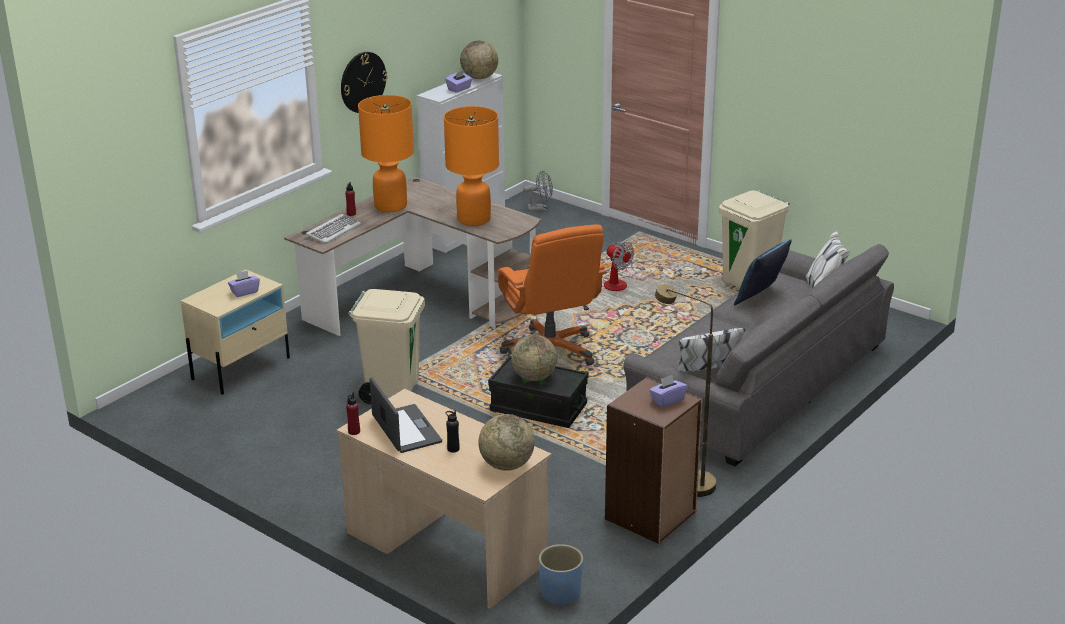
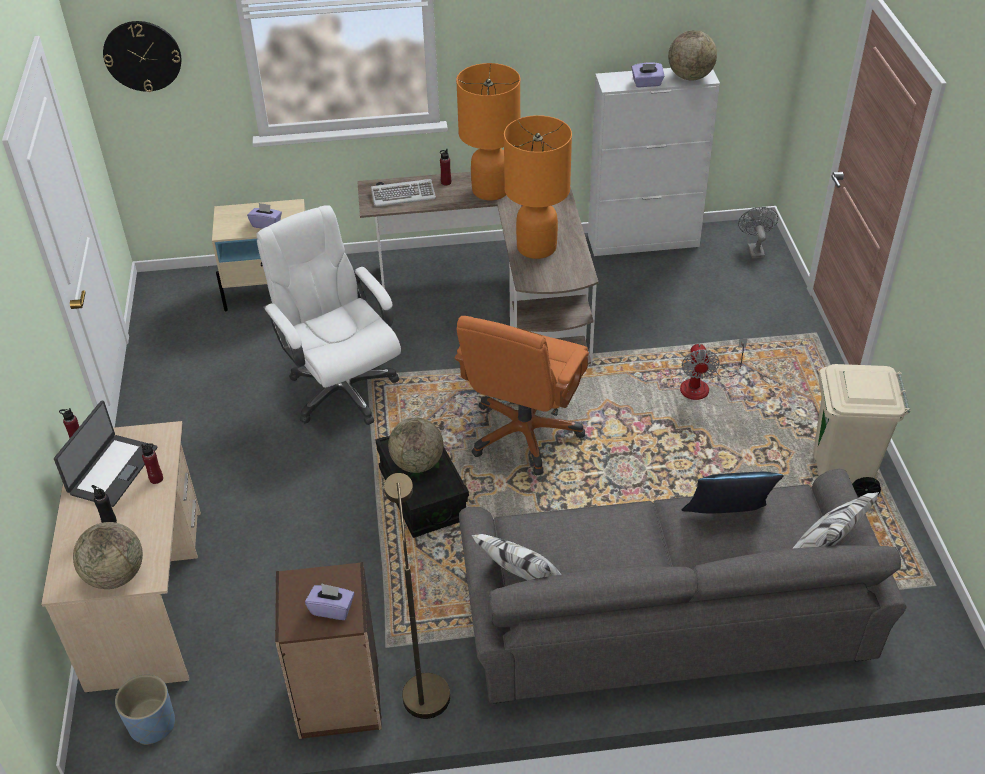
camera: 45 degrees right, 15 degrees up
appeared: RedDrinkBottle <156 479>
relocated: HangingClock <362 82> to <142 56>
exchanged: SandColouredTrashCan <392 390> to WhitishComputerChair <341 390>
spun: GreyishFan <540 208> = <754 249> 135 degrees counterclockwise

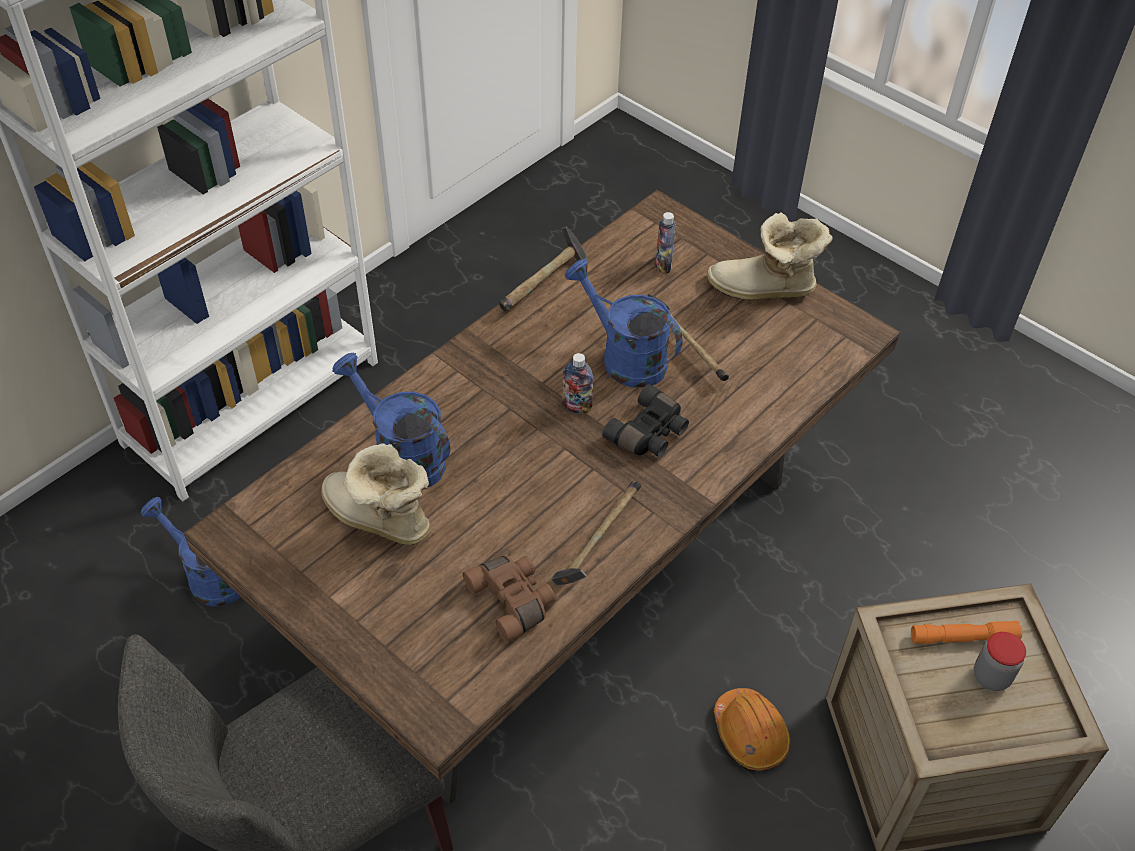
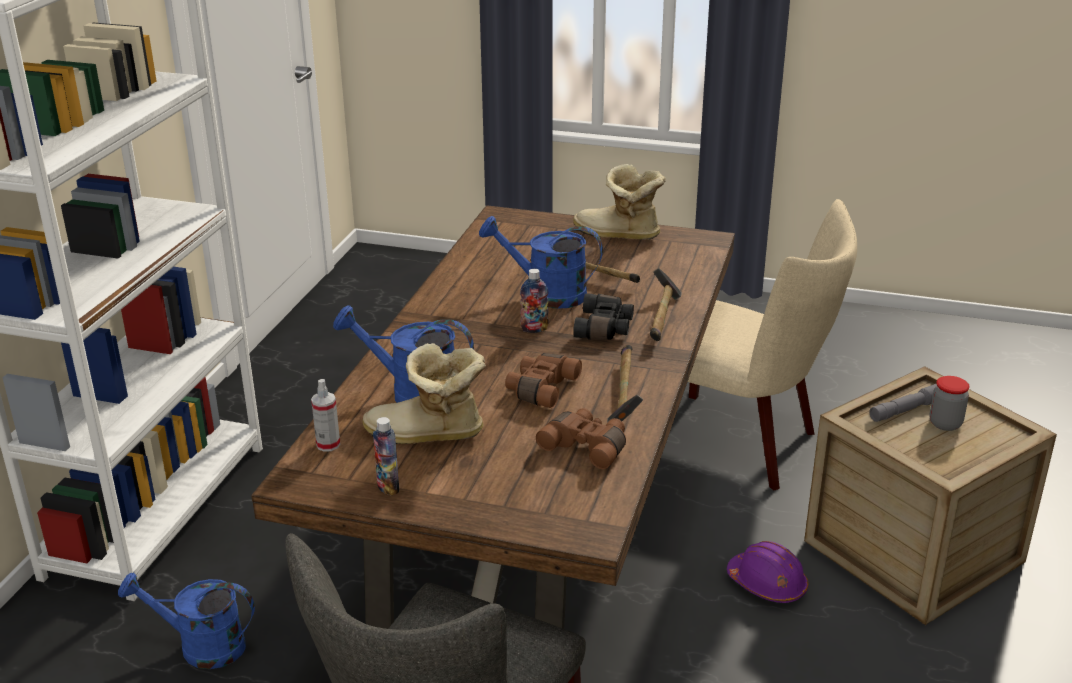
camera: 25 degrees left, 20 degrees down
appeared: SandColouredChair <741 444>; BrownishPairOfBinoculars <540 389>; HandSprayer <328 444>
relocated: DrinkBottle <663 266> to <388 487>; ToolHammer <544 283> to <662 319>
colour: OrangeyHandTorch <963 638> to GreyishHandTorch <907 410>; OrangeySafetyHelmet <750 734> to PurpleColouredSafetyHelmet <767 584>
spun: TallBoot <764 290> = <618 235> 45 degrees clockwise

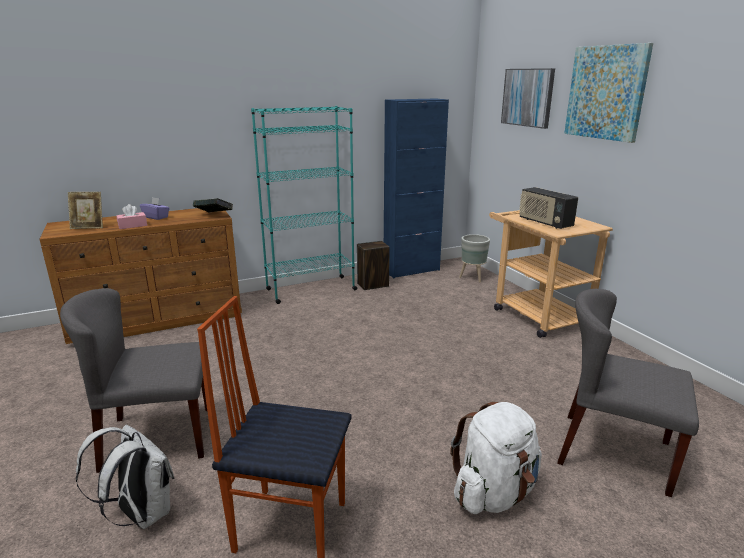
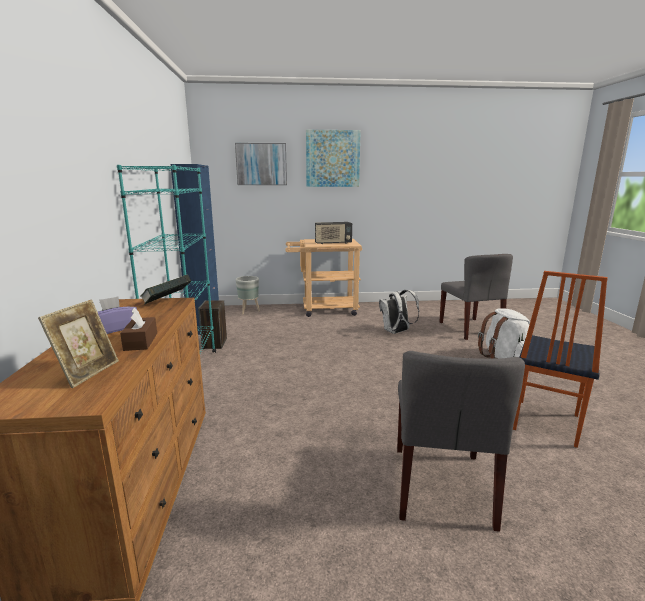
camera: 70 degrees left, 5 degrees down
relocated: WhitishRucksack <141 514> to <396 332>
colour: PinkColouredBoxOfTissues <132 226> to BrownishBoxOfTissues <141 341>
spun: GreyishChair <613 452> = <471 329> 60 degrees counterclockwise

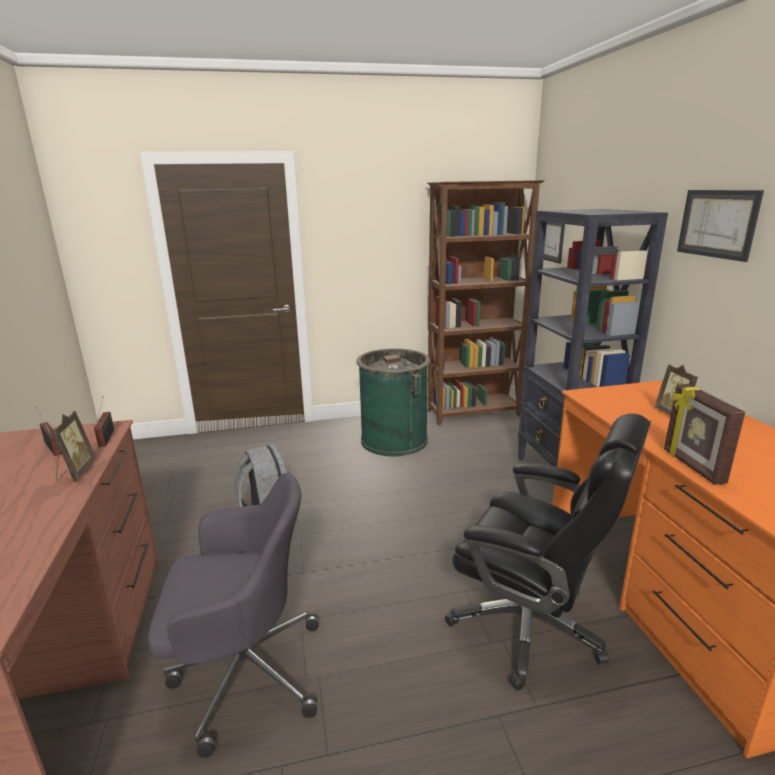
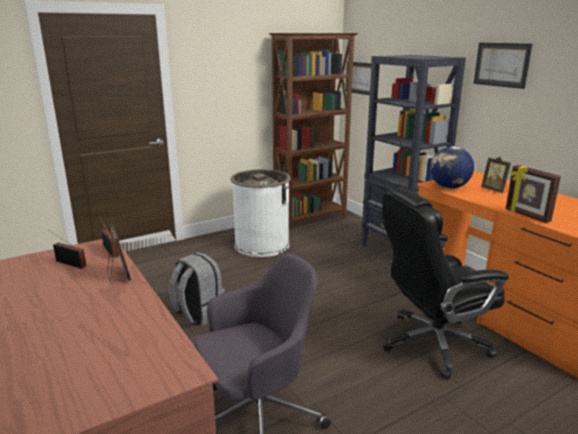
camera: 20 degrees left, 0 degrees up
appeared: Globe <449 187>
colour: GreenColouredTrashCan <394 440> to WhitishTrashCan <262 245>
spun: BlackishComputerChair <530 626> = <432 344> 150 degrees clockwise

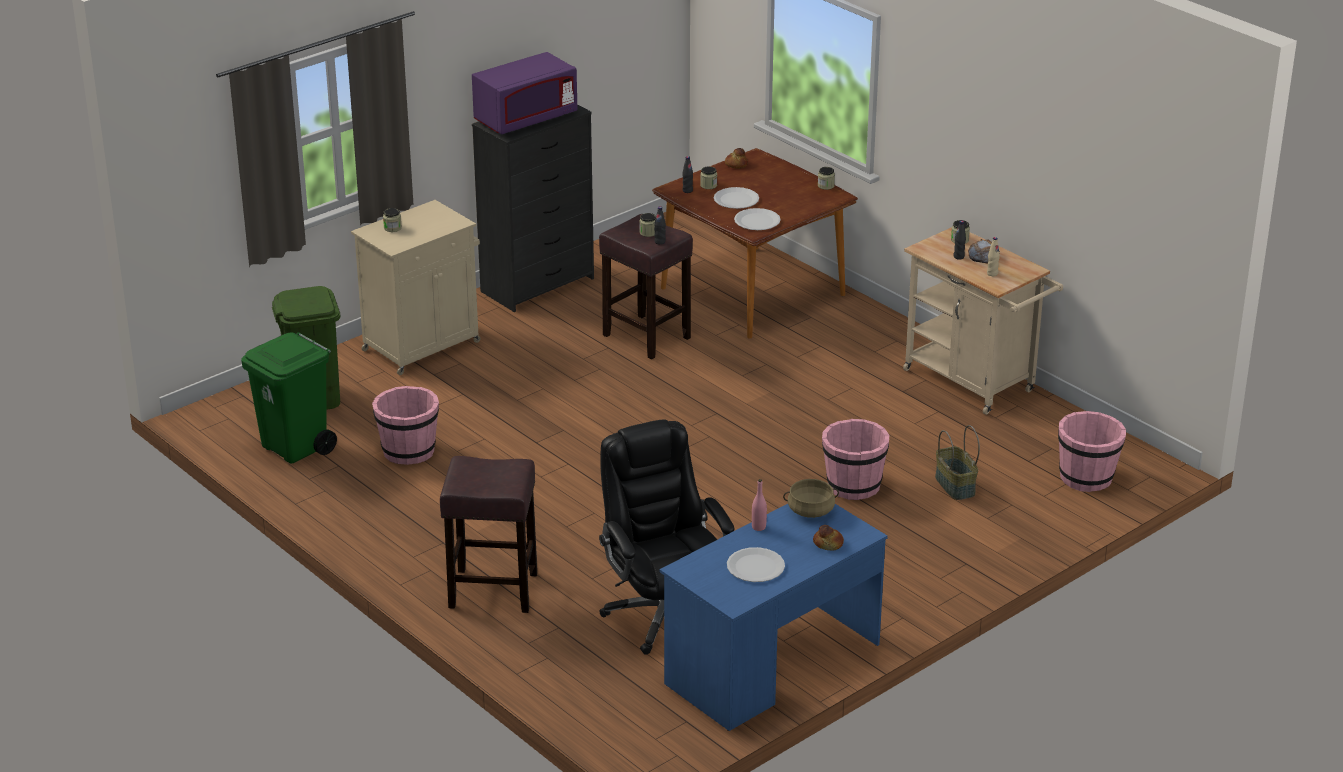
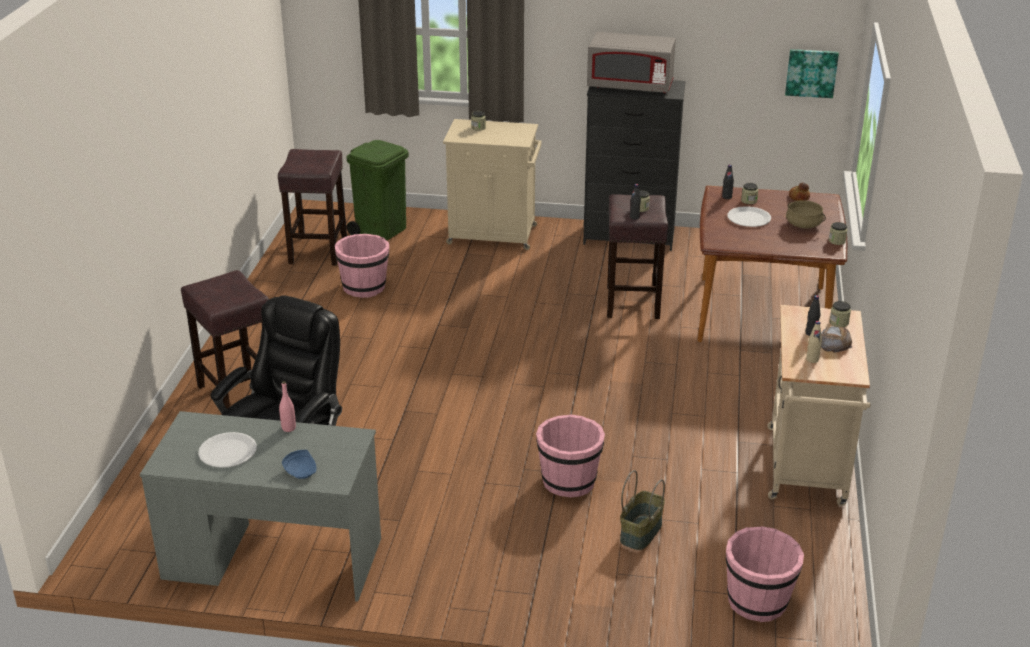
camera: 50 degrees right, 0 degrees up
missing: WhitishFlatDish <757 221>
appeared: WallPicture <811 72>
relocated: SandColouredStockpot <811 510> to <804 224>
exchanged: GreenColouredTrashCan <296 448> to BrownishStoolSeat <318 251>; BakedBread <828 543> to BlueFlatDish <301 471>
colour: PurpleColouredMicrowave <526 119> to GreyishMicrowave <630 86>; BlueDeskTable <772 665> to GreyishDeskTable <273 559>

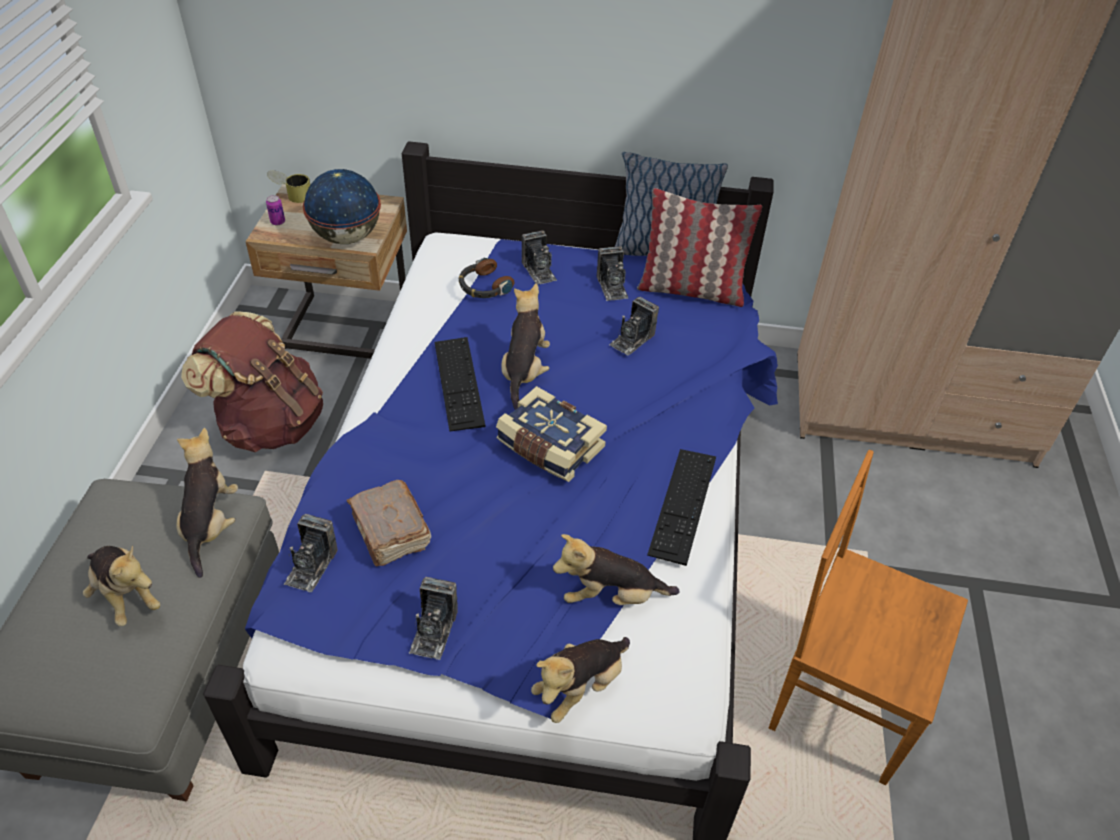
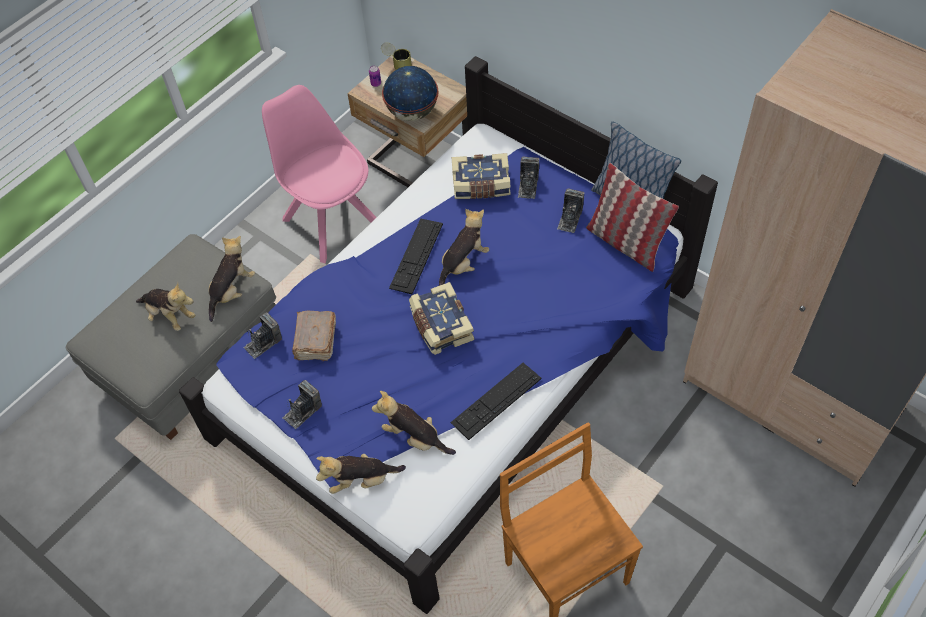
camera: 35 degrees right, 10 degrees up
missing: PhotoCamera <632 339>
exchanged: Headset <484 286> to BoundBook <481 185>; BrownishRucksack <270 424> to PinkColouredChair <330 220>
spun: PlushToy <126 595> = <169 316> 45 degrees counterclockwise

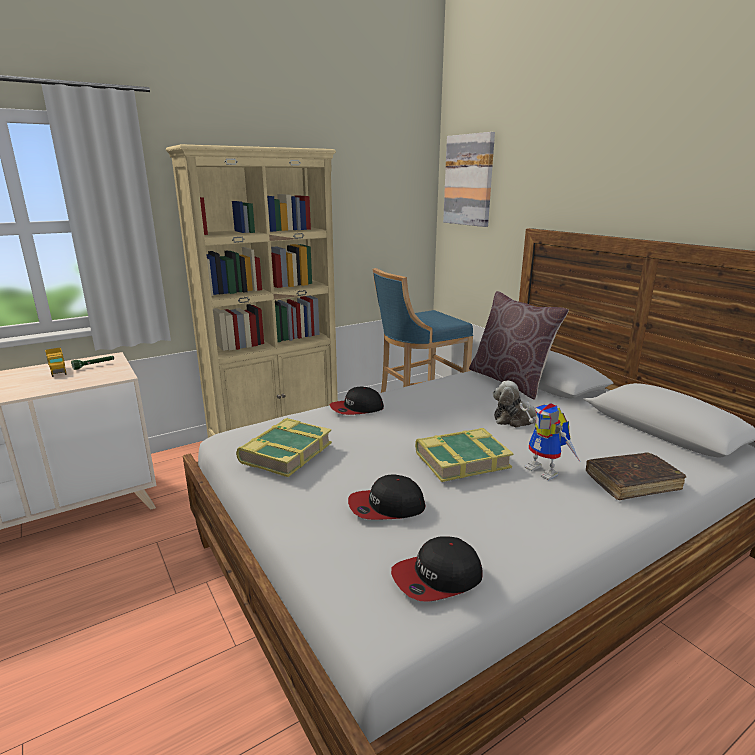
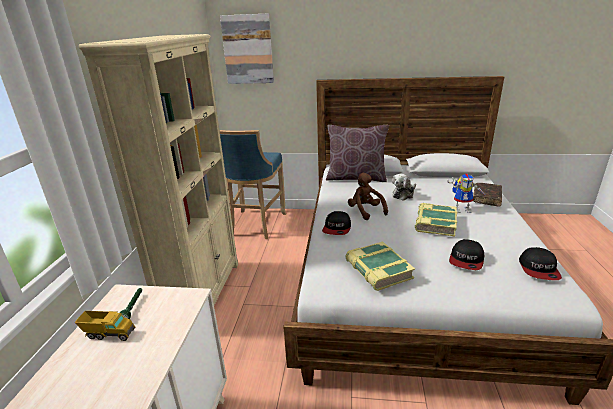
camera: 50 degrees left, 5 degrees up
appeared: BrownishPlushToy <365 211>

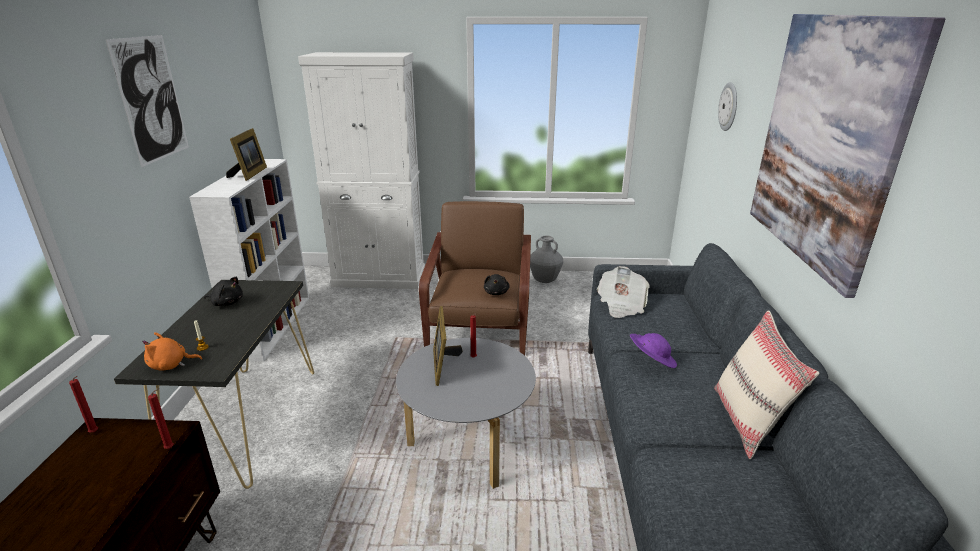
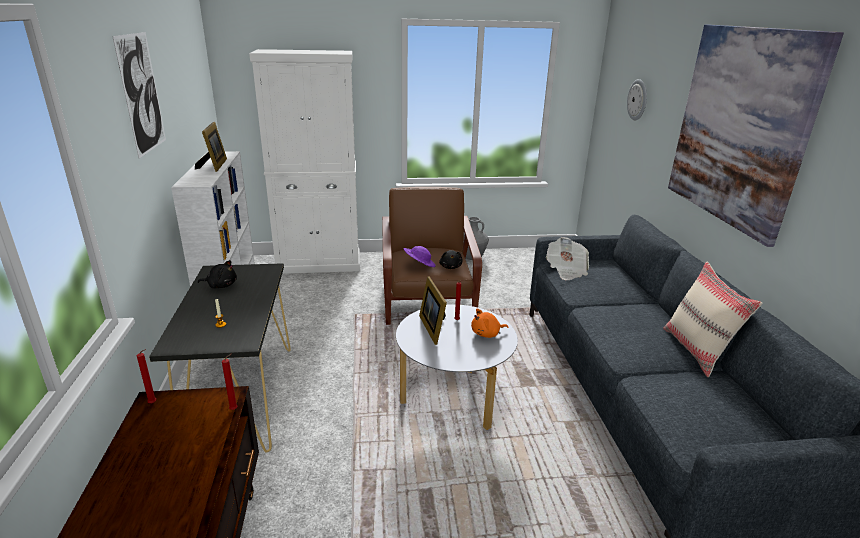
camera: 10 degrees left, 0 degrees up
relocated: OrangeyPlushToy <171 365> to <487 334>; PurpleColouredClothingHat <651 361> to <419 265>

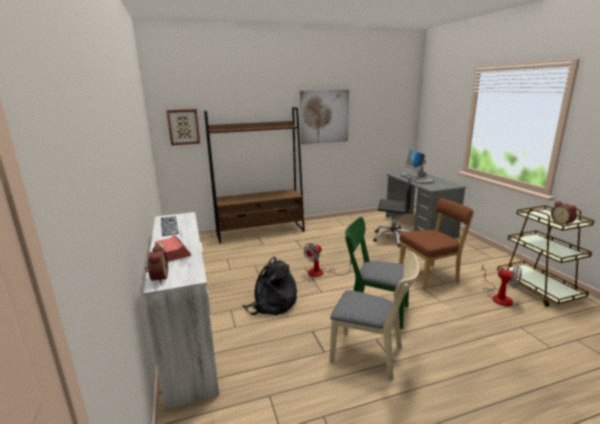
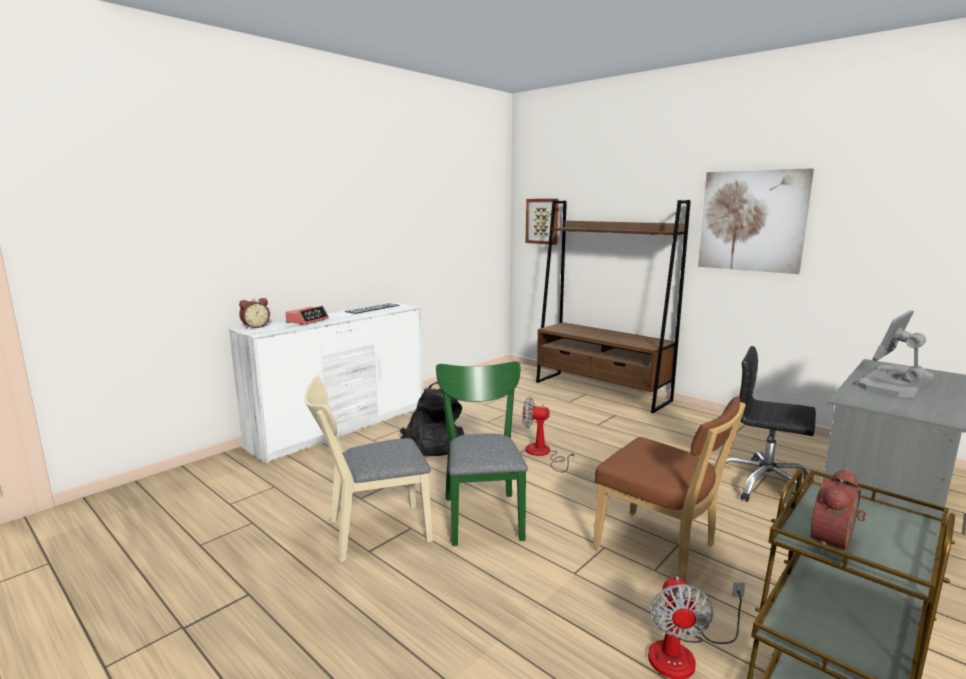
camera: 60 degrees right, 5 degrees down
spun: BlackishComputerChair <393 238> = <764 484> 135 degrees clockwise; SandColouredChair <372 356> = <371 532> 75 degrees clockwise

